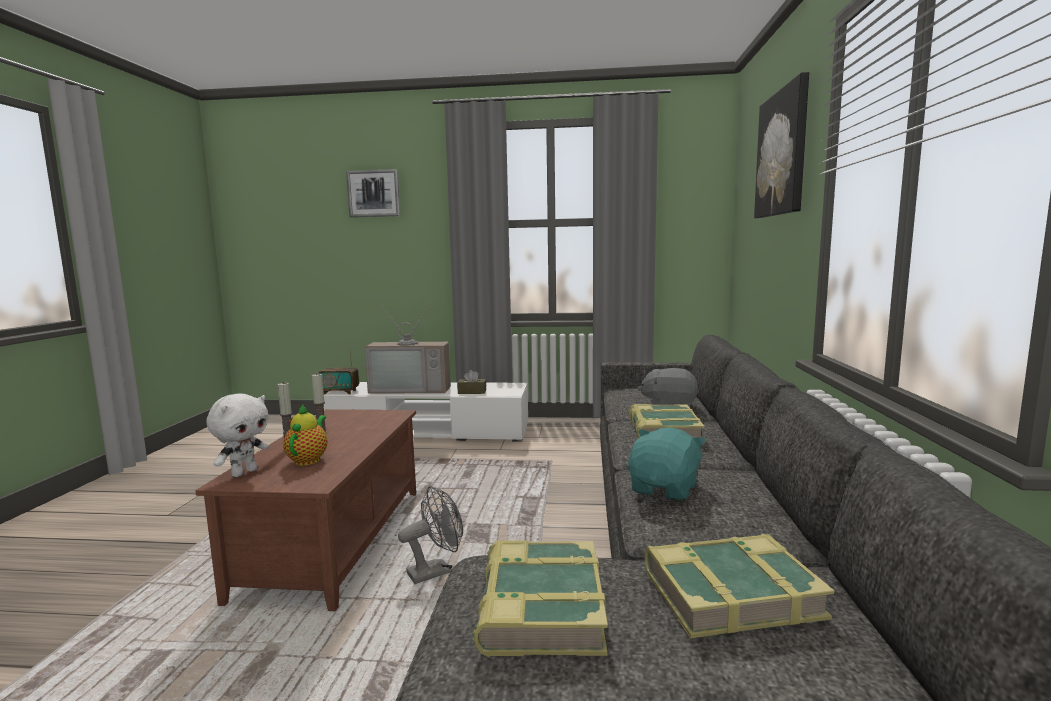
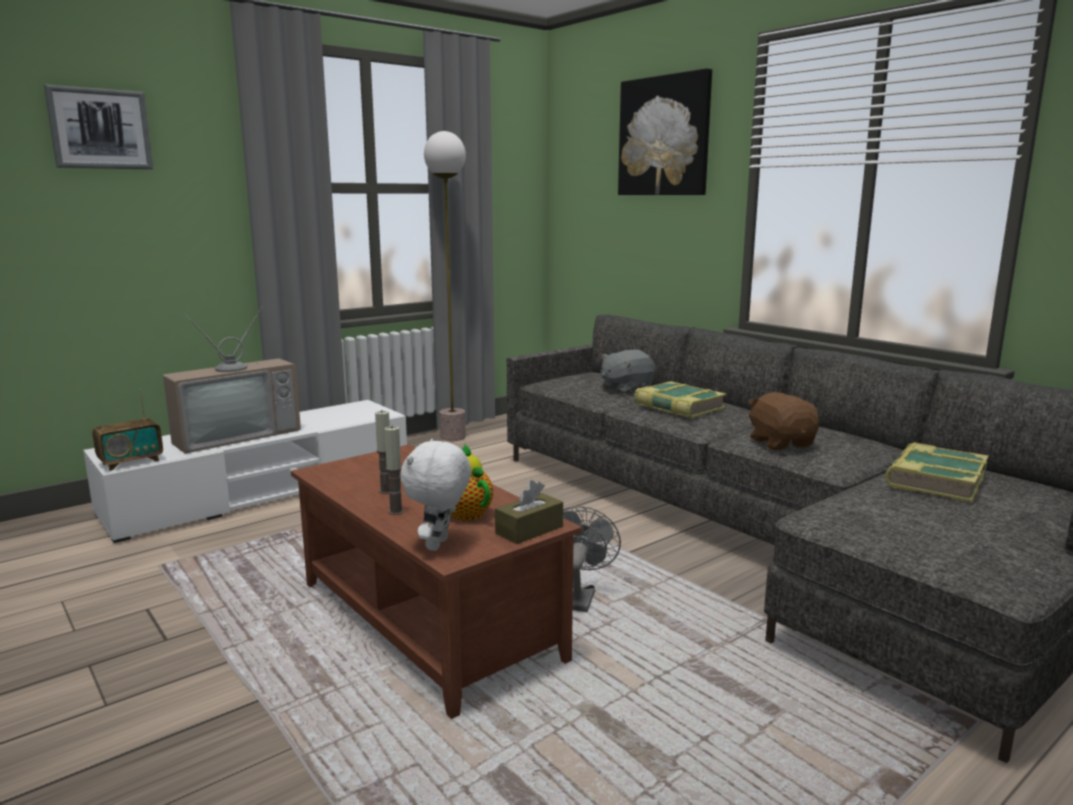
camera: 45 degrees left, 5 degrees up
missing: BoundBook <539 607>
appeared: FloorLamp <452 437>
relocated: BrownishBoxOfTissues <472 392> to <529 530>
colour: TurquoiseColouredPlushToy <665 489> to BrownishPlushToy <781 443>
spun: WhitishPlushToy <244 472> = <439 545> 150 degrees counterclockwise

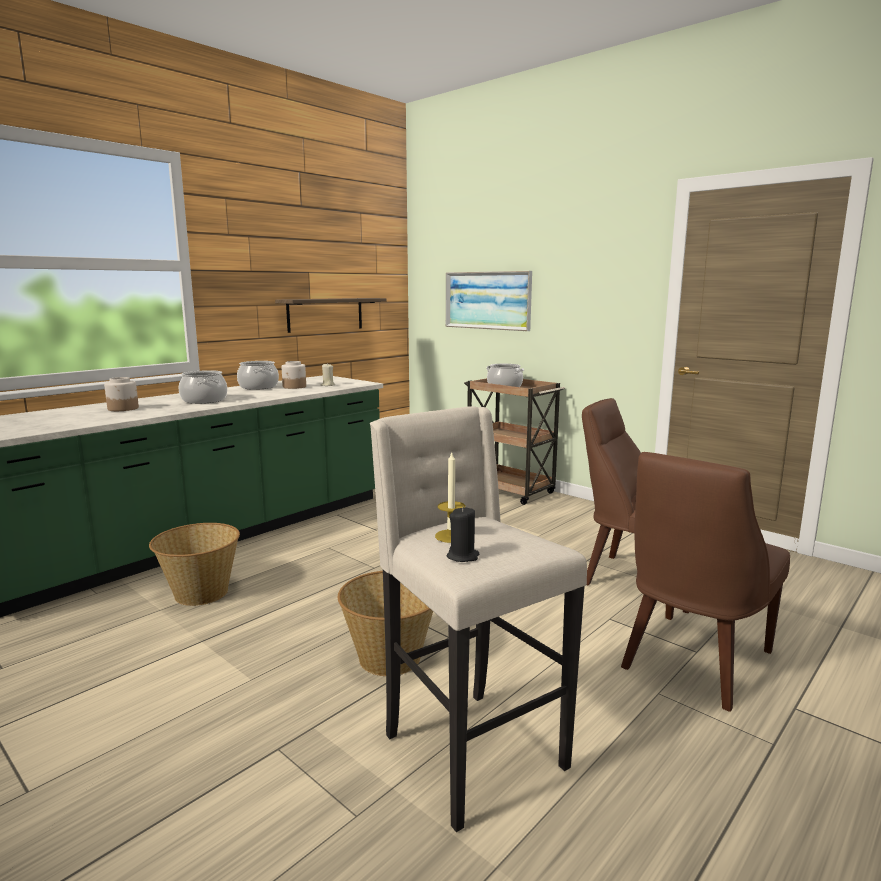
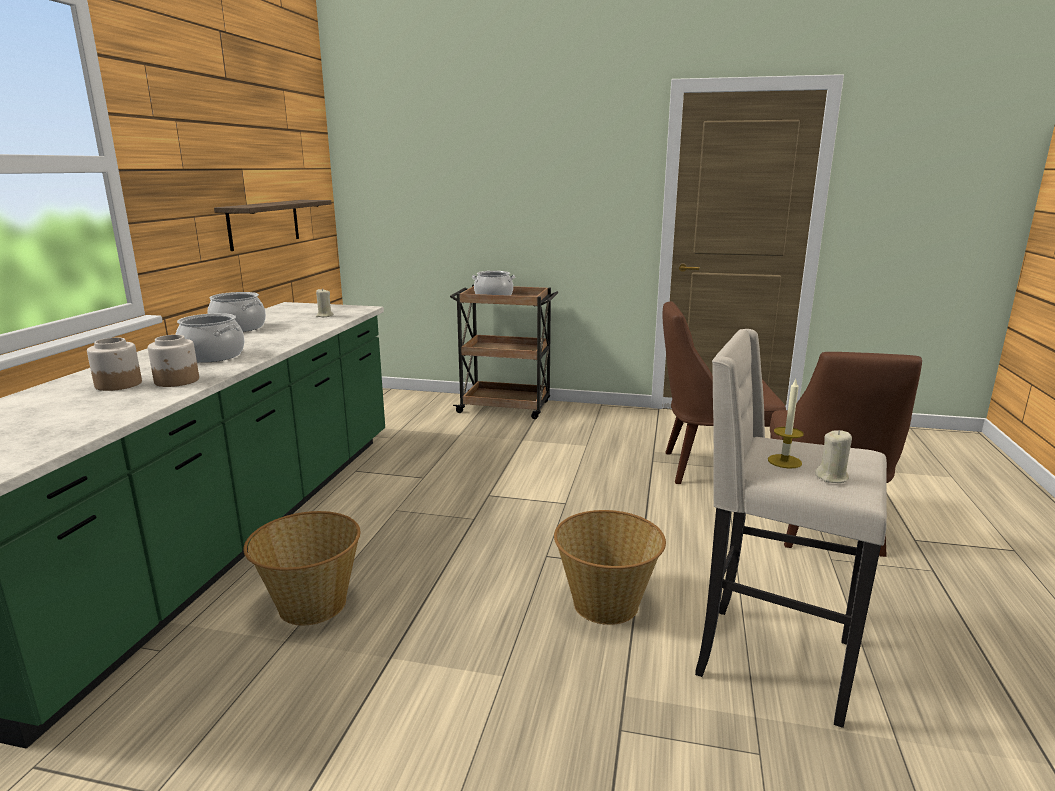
camera: 30 degrees left, 5 degrees up
missing: WallPicture <487 300>
relocated: Jar <294 387> to <177 381>
colour: BlackishCandle <463 556> to SandColouredCandle <832 477>

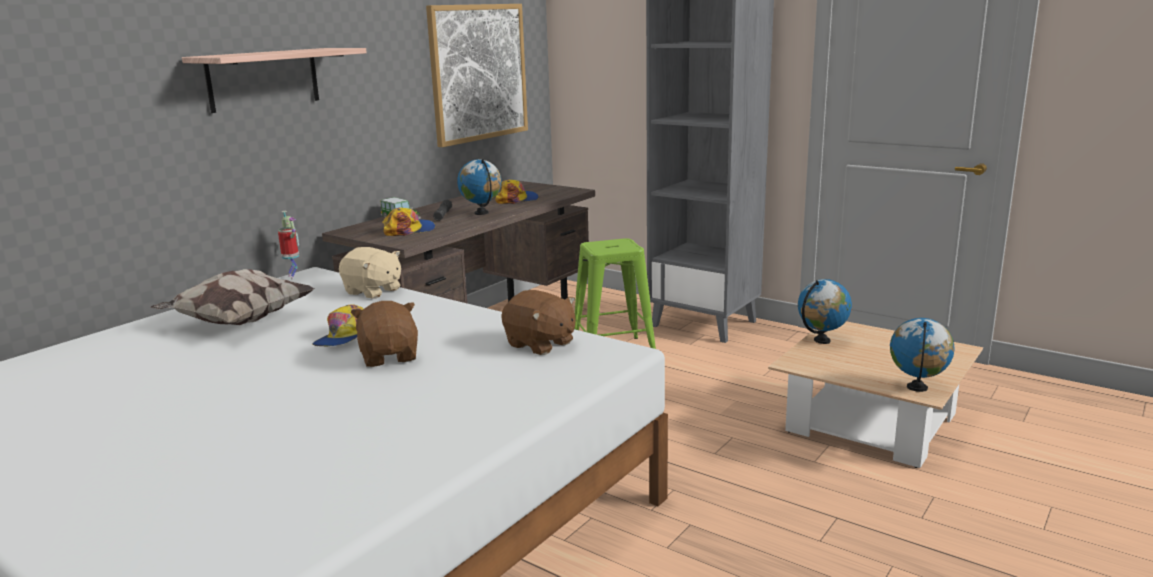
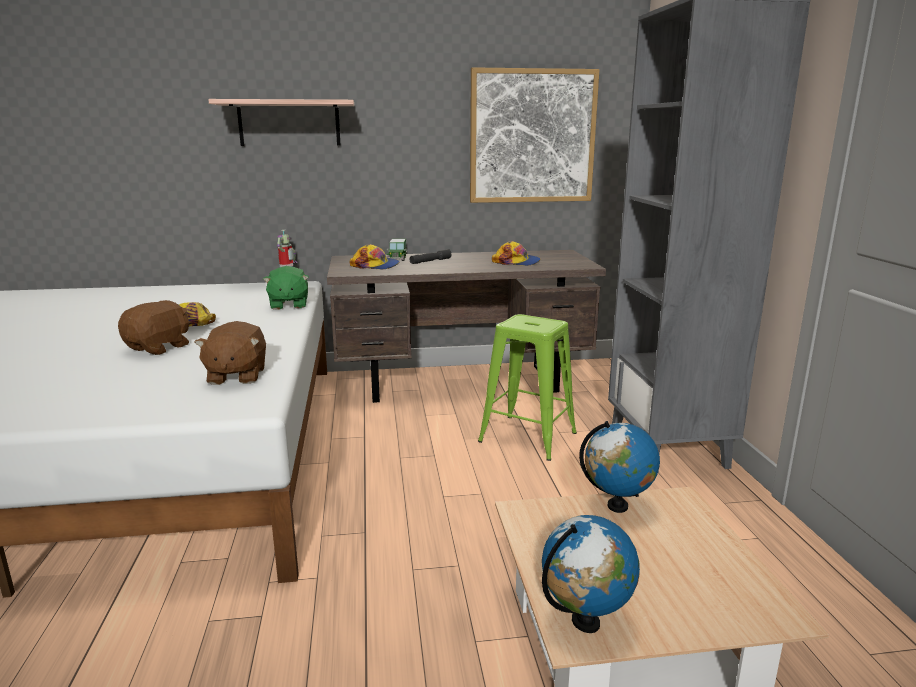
camera: 45 degrees right, 0 degrees up
missing: Globe <481 213>; Cushion <237 322>
colour: SandColouredPlushToy <373 291> to GreenColouredPlushToy <288 305>

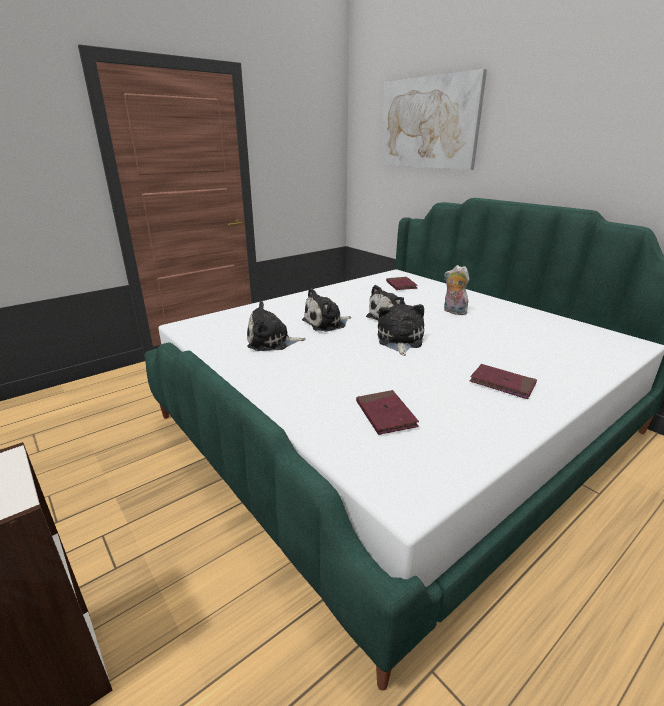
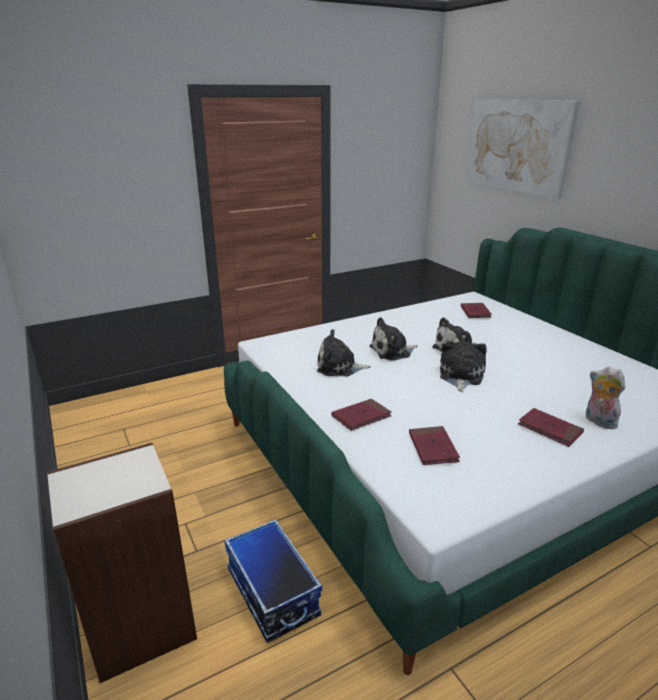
camera: 10 degrees right, 0 degrees up
appeared: RedBoundBook <361 417>; StorageContainer <271 593>
relocated: PlushToy <453 312> to <598 421>

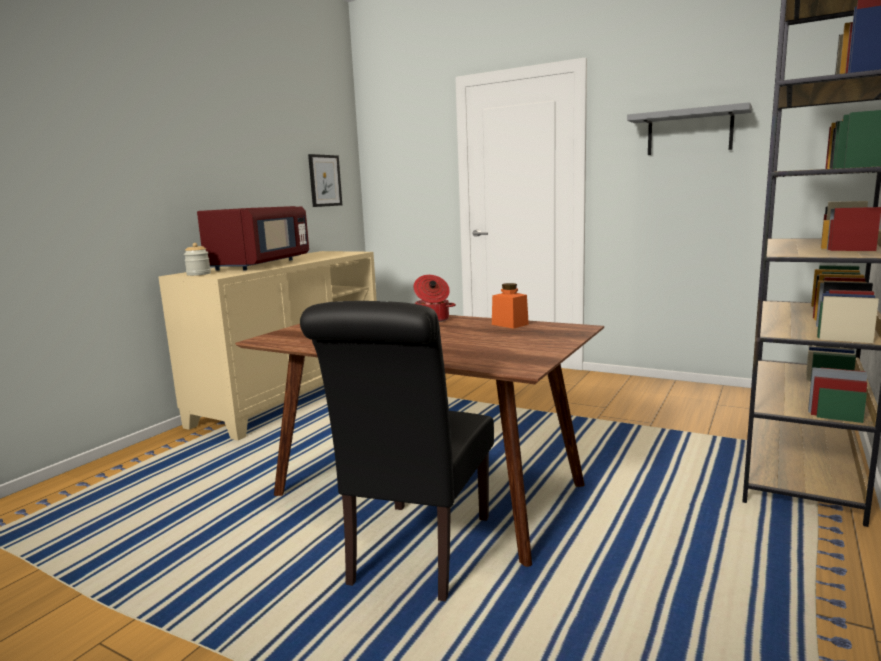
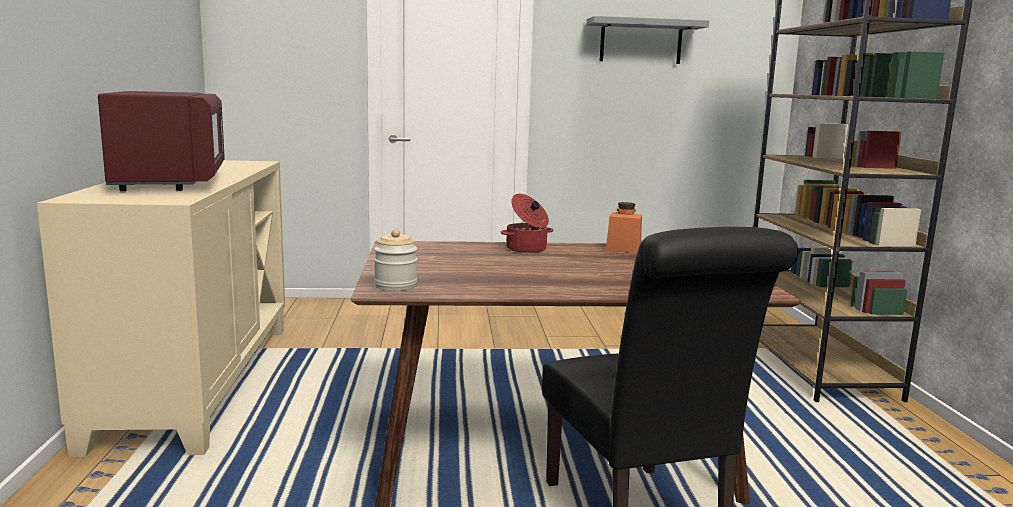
camera: 35 degrees left, 0 degrees up
missing: WallPicture <325 180>
relocated: Jar <198 274> to <395 286>

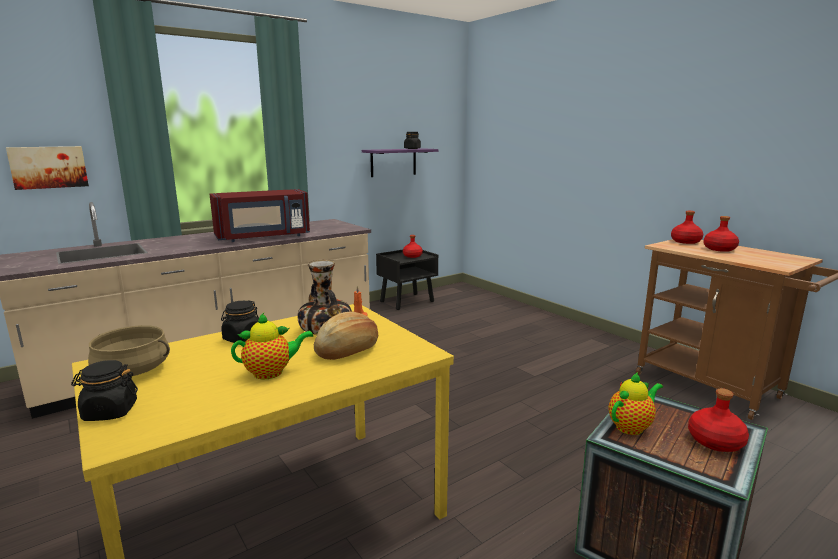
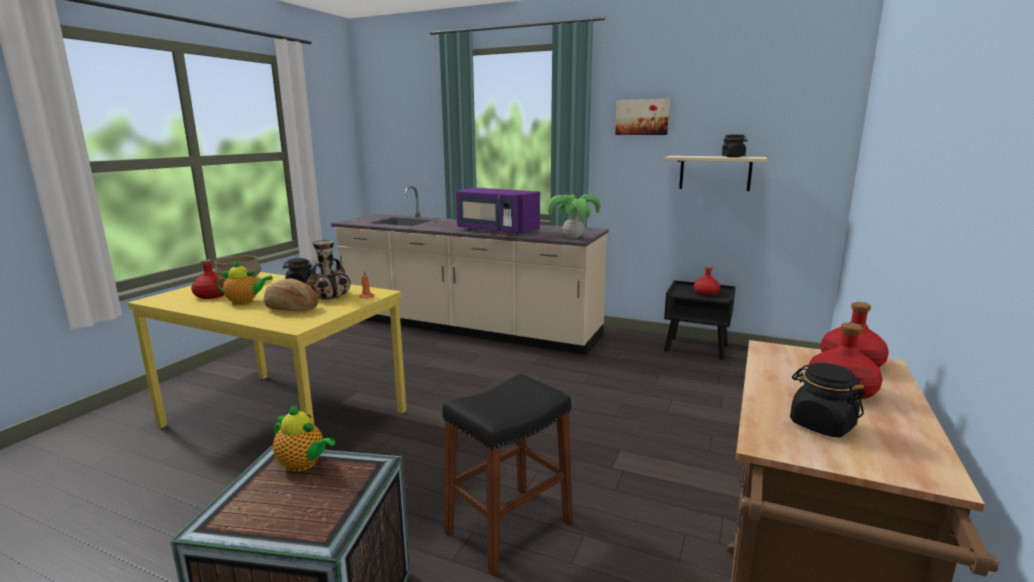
camera: 60 degrees right, 0 degrees up
appeared: PottedPlant <573 238>; BlackishStoolSeat <508 527>
relocated: WallPicture <48 167> to <642 117>; BlackishJar <110 412> to <821 425>; RedDrinkBottle <715 441> to <212 295>
colour: PurpleColouredShelf <393 162> to SandColouredShelf <715 173>; RedMicrowave <263 237> to PurpleColouredMicrowave <496 231>
spun: PotForTea <271 372> = <245 302> 45 degrees counterclockwise

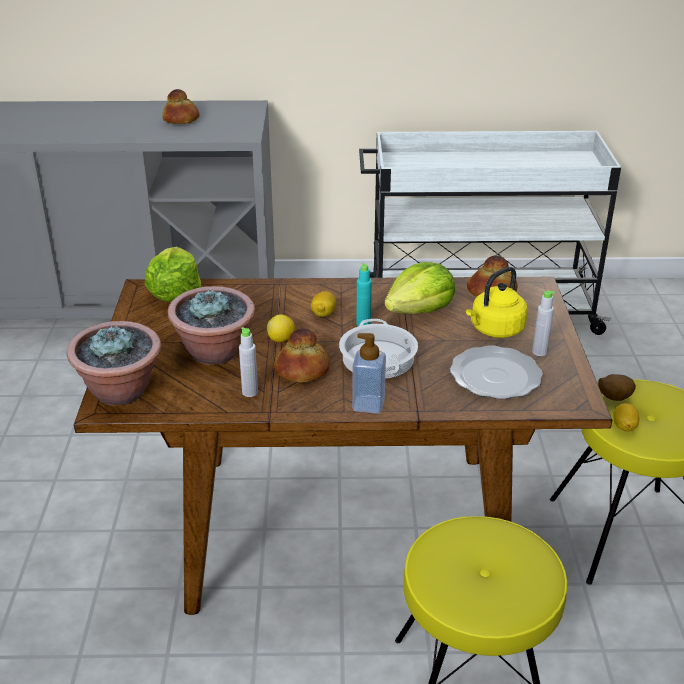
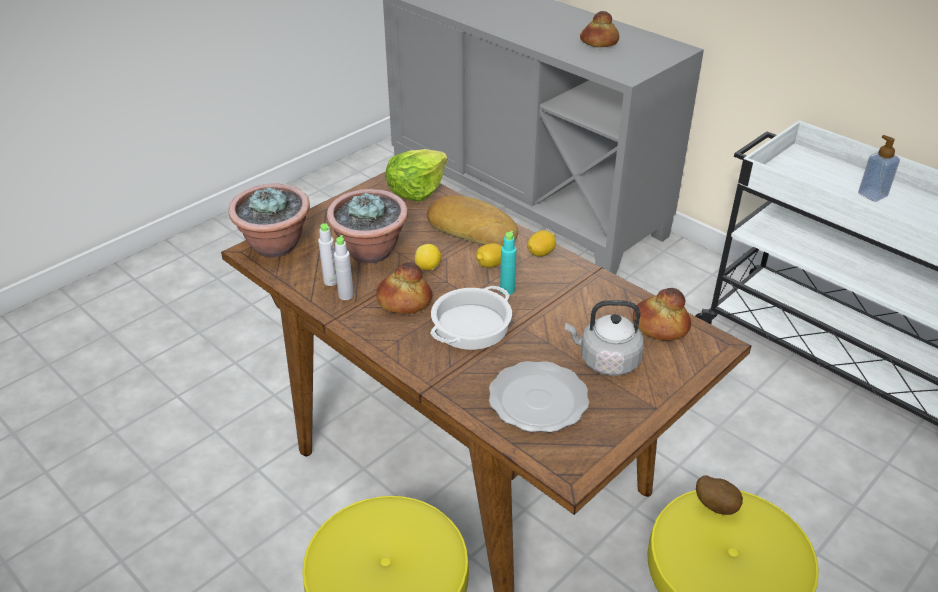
camera: 45 degrees right, 5 degrees up
missing: HeadOfLettuce <420 310>
appeared: BakedBread <472 228>
relocated: GreyishDrinkBottle <539 352> to <330 281>; SoapDispenser <368 405> to <872 195>; CitrusFruit <624 427> to <541 253>
colour: YellowColouredKettle <495 330> to GreyishKettle <605 361>

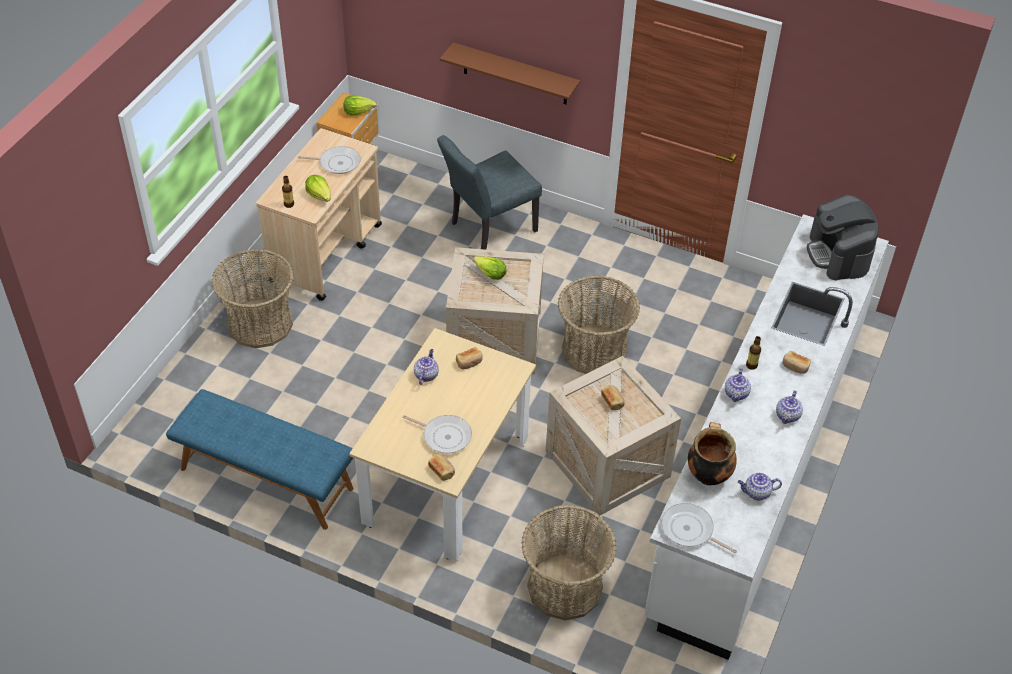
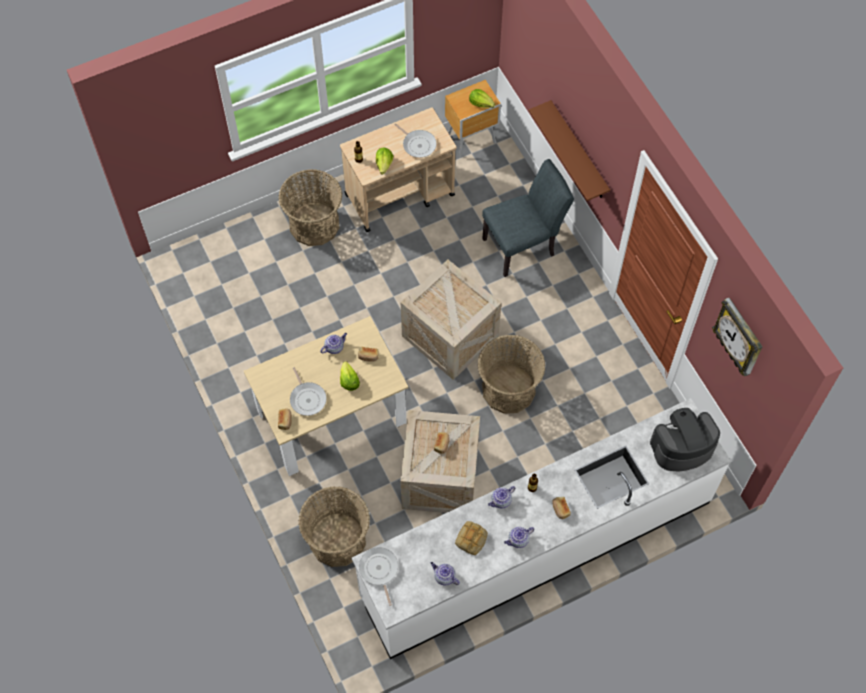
camera: 40 degrees right, 15 degrees up
missing: BlueIndoorBench <265 479>; Stockpot <708 474>
appeared: HangingClock <739 337>; BakedBread <471 539>
relocated: HeadOfLettuce <490 274> to <349 380>
spun: GreyishChair <488 229> = <524 245> 150 degrees clockwise; CoffeeMachine <838 254> = <681 447> 45 degrees clockwise

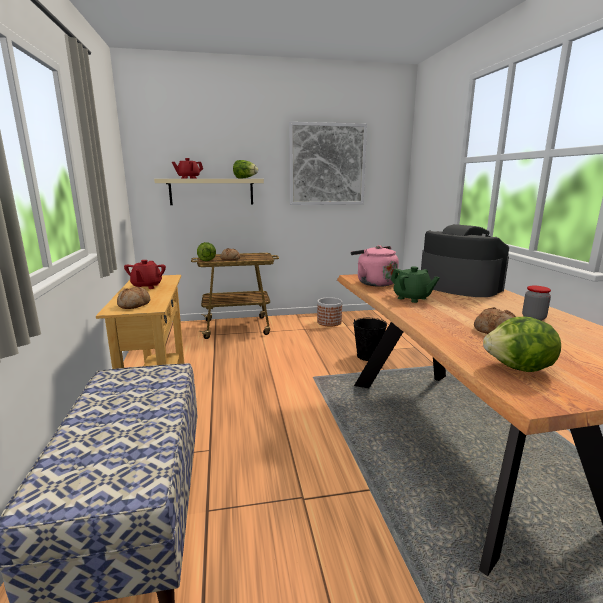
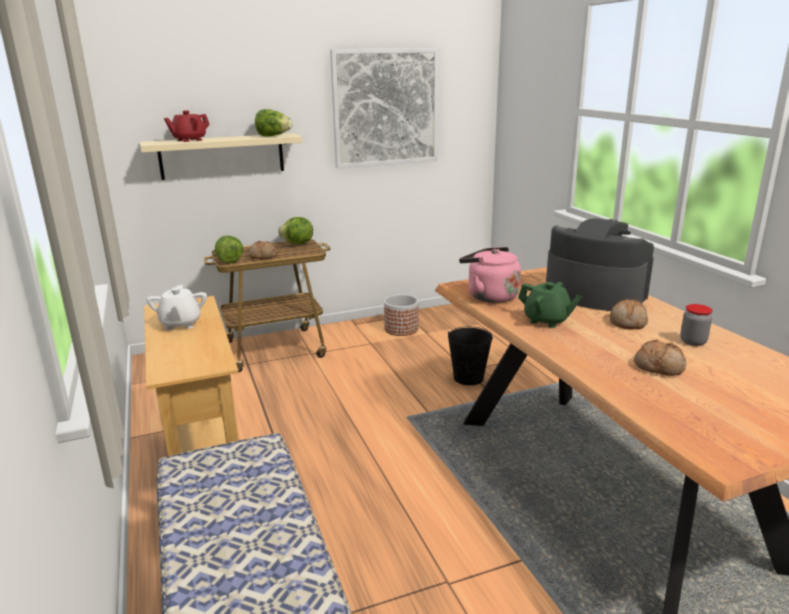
camera: 10 degrees left, 5 degrees up
relocated: BakedBread <134 305> to <628 322>; HeadOfLettuce <519 369> to <297 244>
colour: RedPotForTea <147 286> to WhitishPotForTea <180 324>

